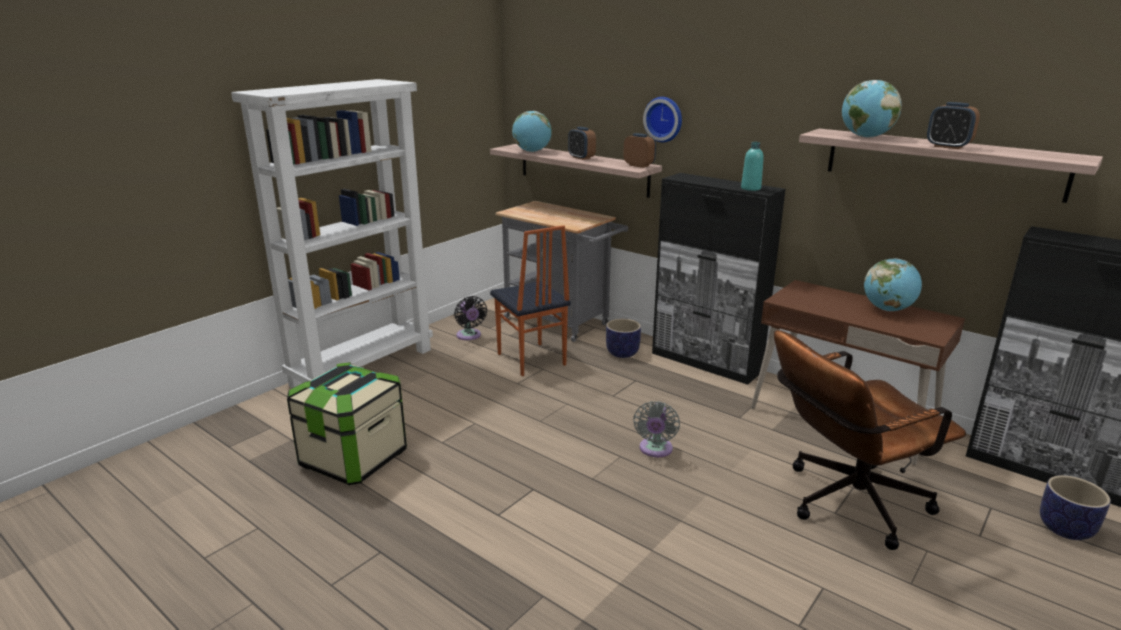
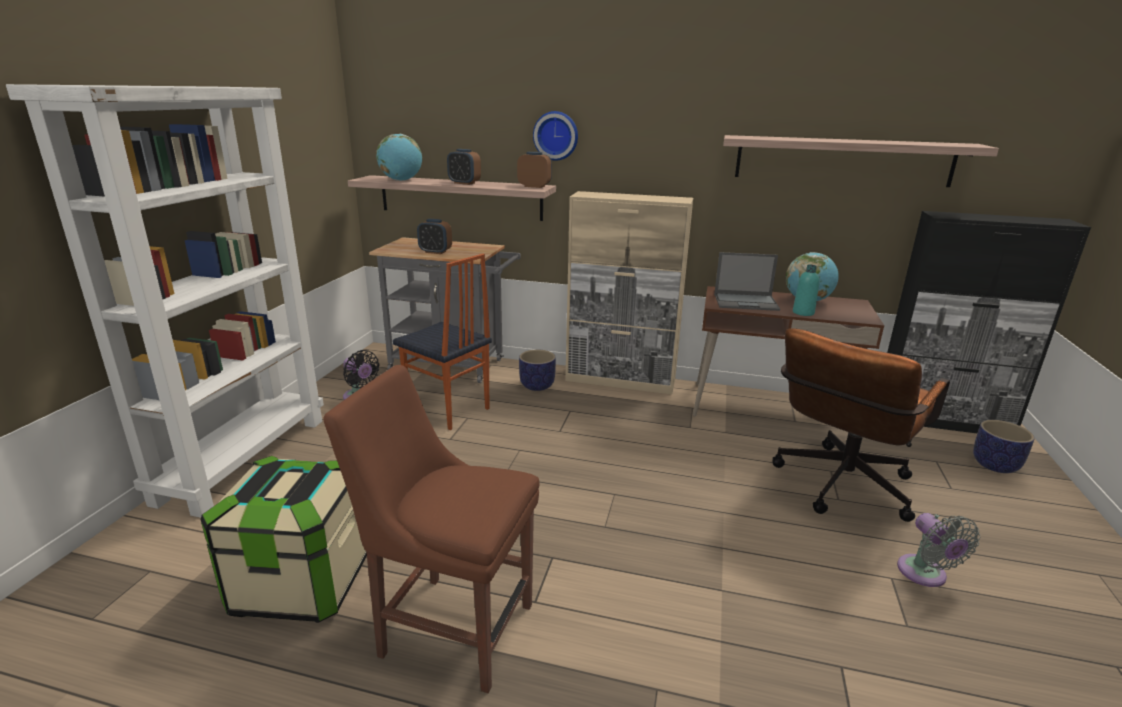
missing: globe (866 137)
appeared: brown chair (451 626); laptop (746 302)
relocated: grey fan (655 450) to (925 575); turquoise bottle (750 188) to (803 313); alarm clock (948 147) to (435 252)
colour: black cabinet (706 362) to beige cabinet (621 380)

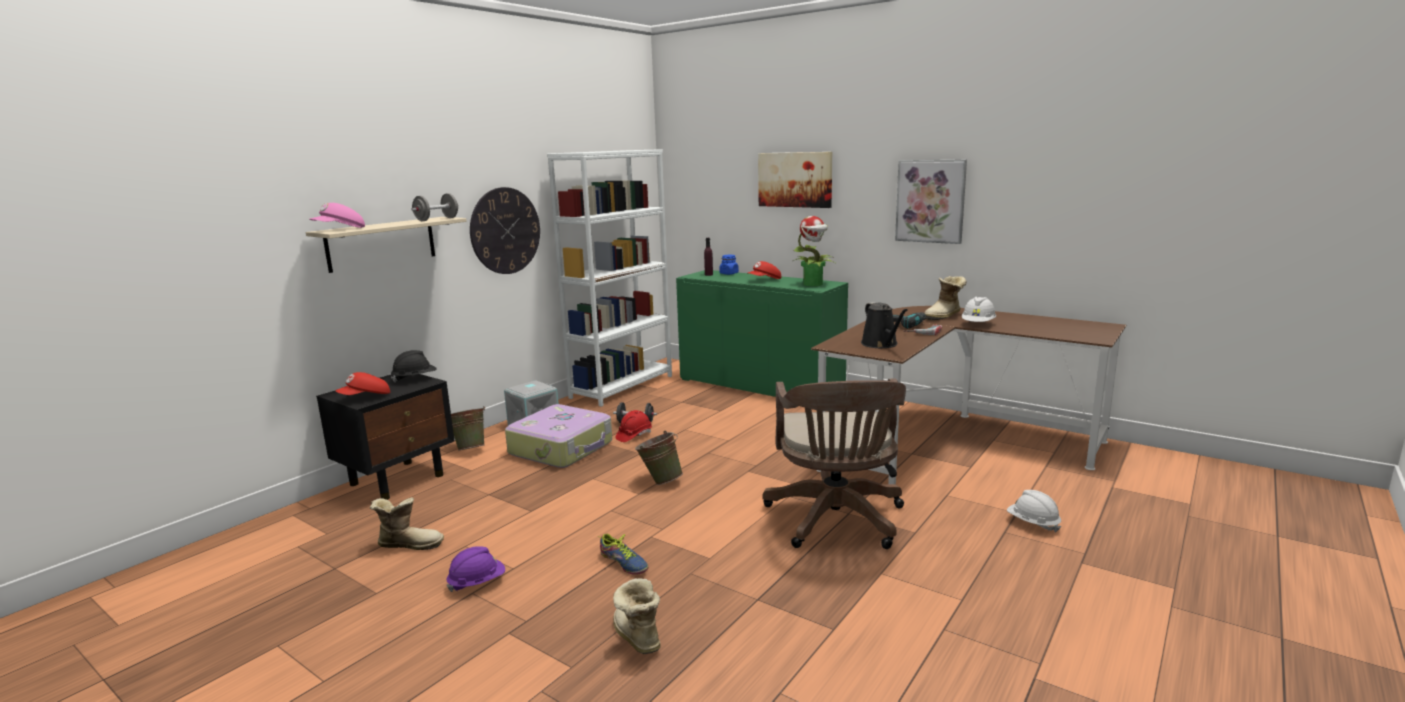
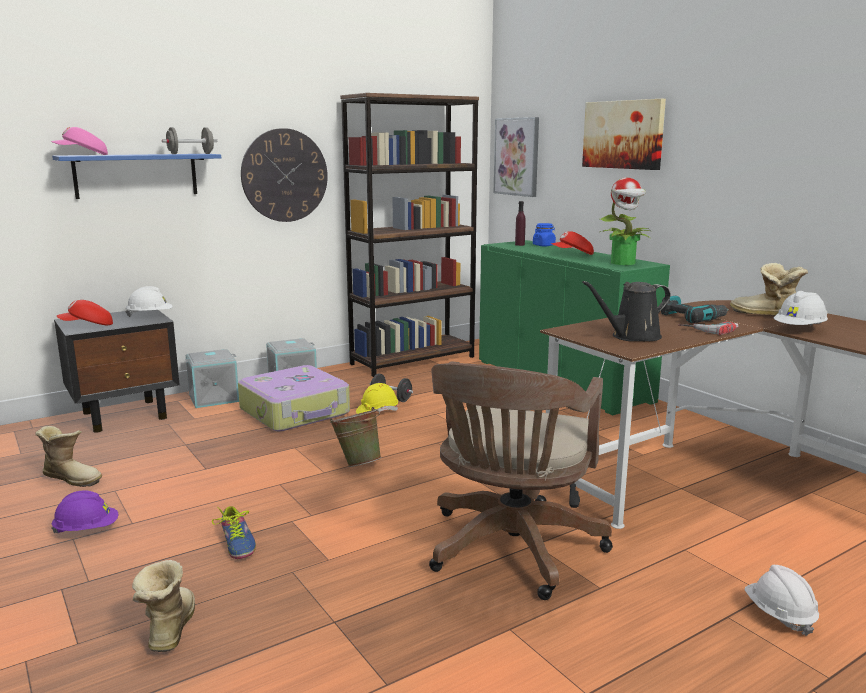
relocated: picture (930 201) to (517 156)
exchanged: green bucket (470 448) to grey storage box (214 397)
colour: beige shelf (381 244) to blue shelf (136 175); black hard hat (415 379) to white hard hat (150 316); white bookcase (622 386) to brown bookcase (413 360); red hard hat (634 435) to yellow hard hat (377 411)
spun: black watering can (881 344) = (632 336) 60 degrees clockwise; boot (944 316) = (765 315) 60 degrees clockwise

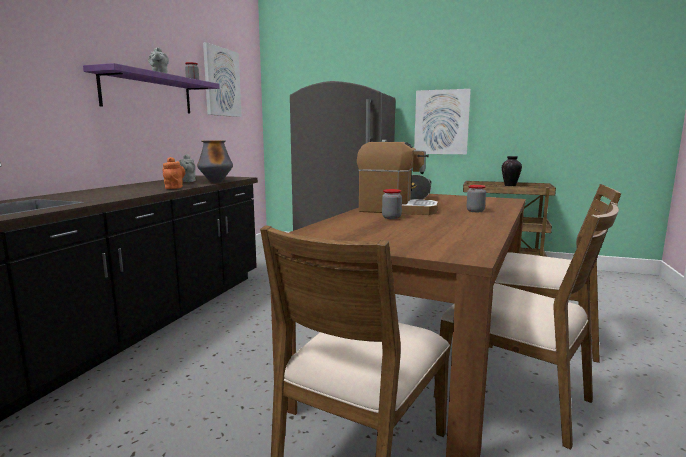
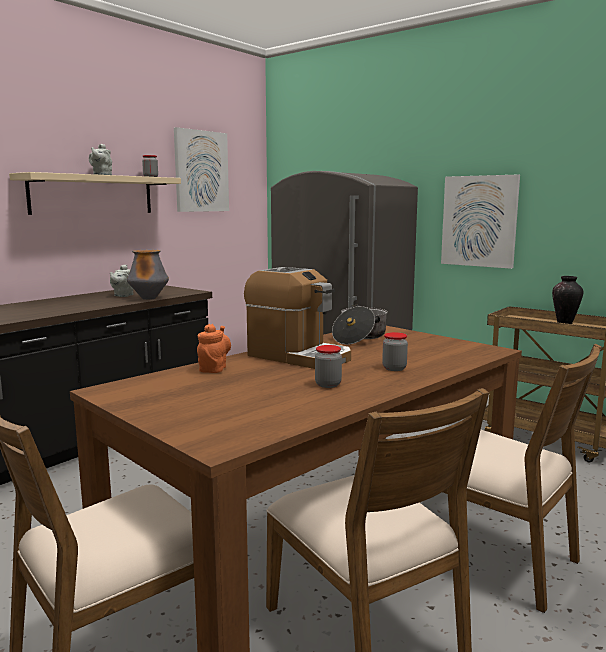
relocated: orange teapot (174 188) to (214 368); jar (391 217) to (328 384)
colour: purple shelf (148 93) to beige shelf (93 195)

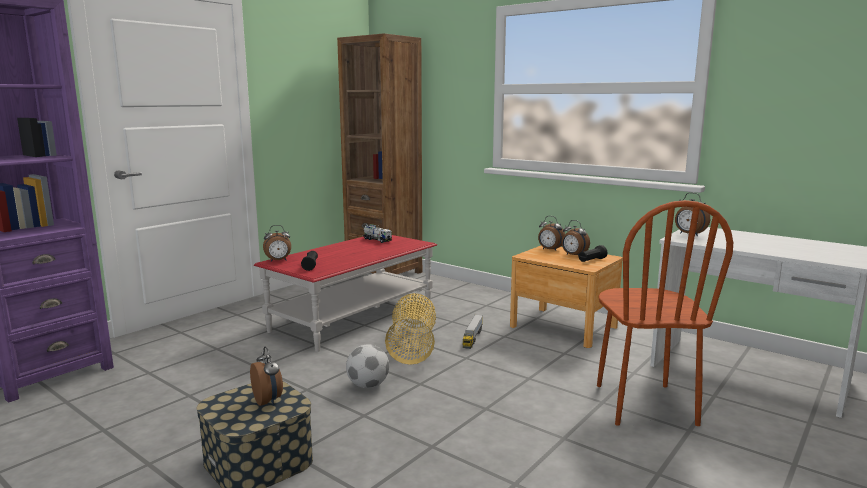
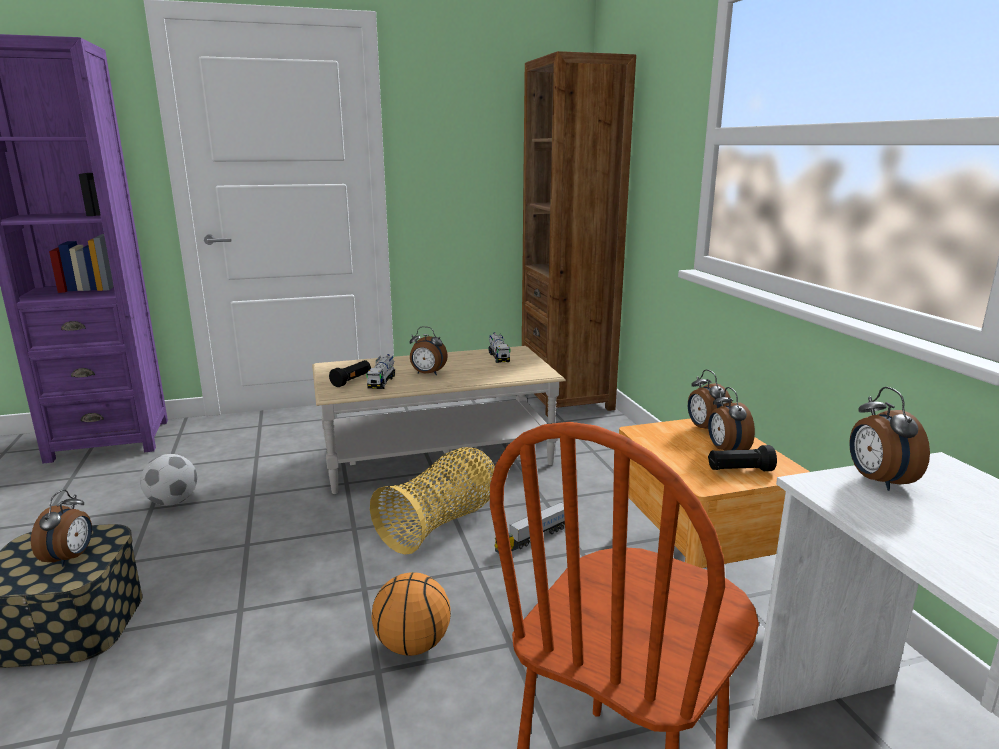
appeared: toy truck (382 382); basketball (413 646)
relocated: alarm clock (278 261) to (427 374); football (368 385) to (173 502)
colour: red coffee table (353 317) to beige coffee table (437 457)

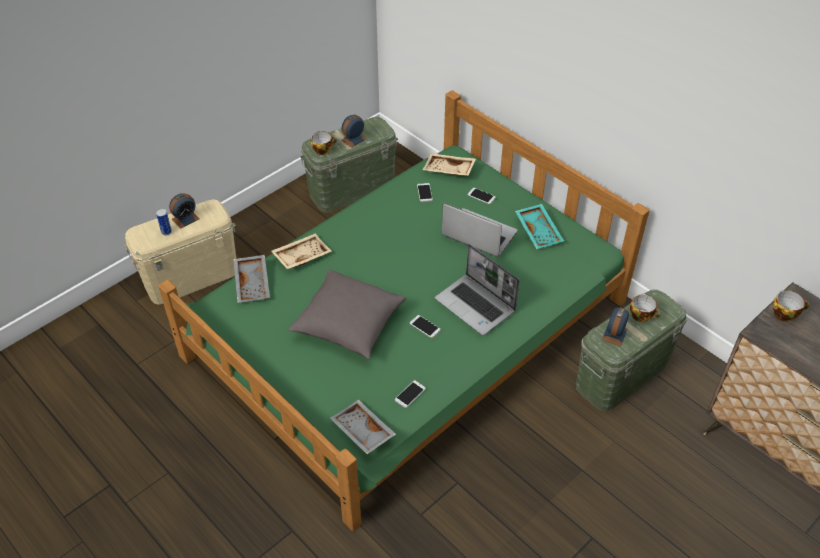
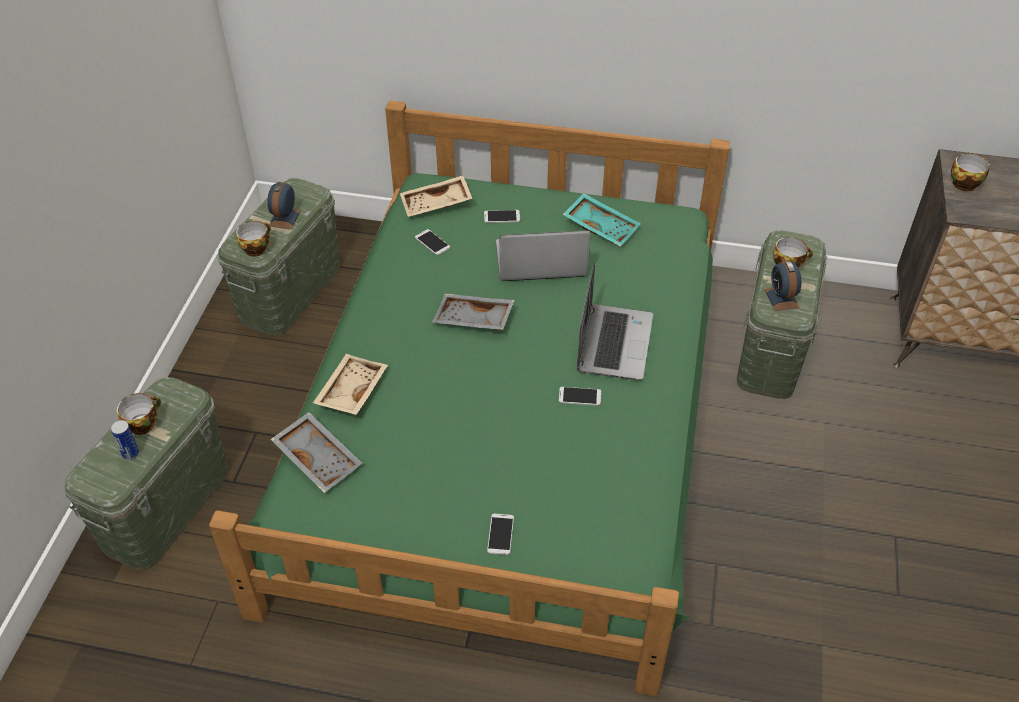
missing: grey pillow (348 325)
relocated: grey tray (361 432) to (473 320); phone (410 394) to (500 534)
exchanged: alarm clock (185 219) to cup (143 423)
colour: beige storage box (191 277) to green storage box (166 506)
spun: laptop (476 306) = (613 342) 90 degrees counterclockwise

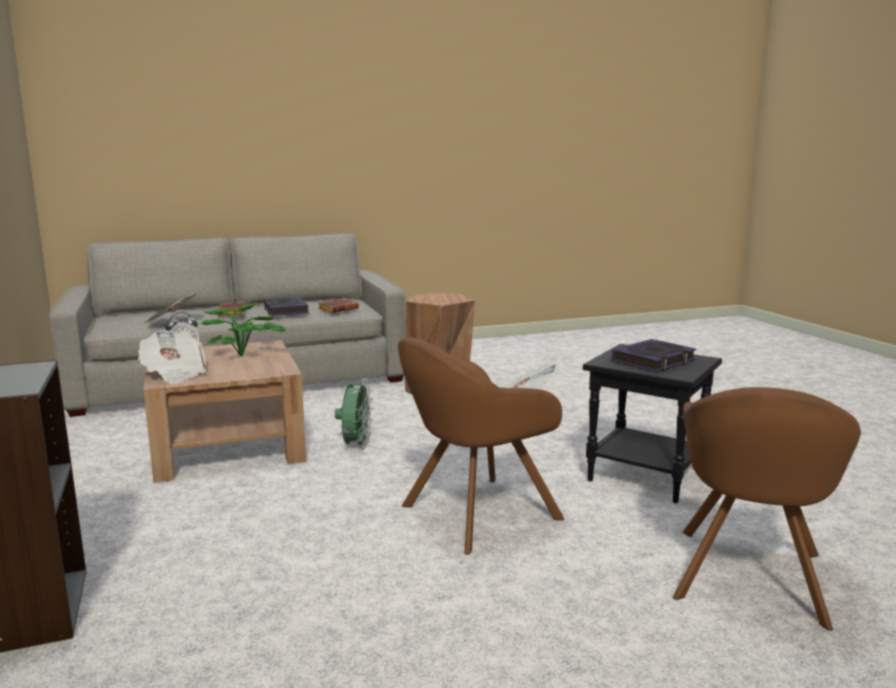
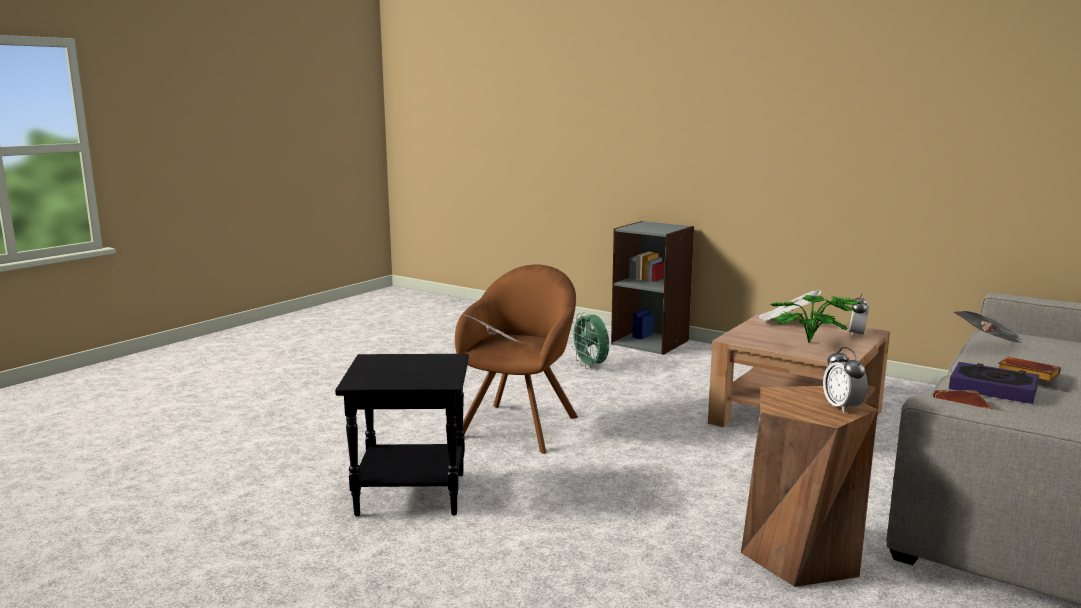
missing: book (653 361); brown armchair (748 580)
appeared: alarm clock (842 407)
relocated: green fan (356 446) to (590 366)

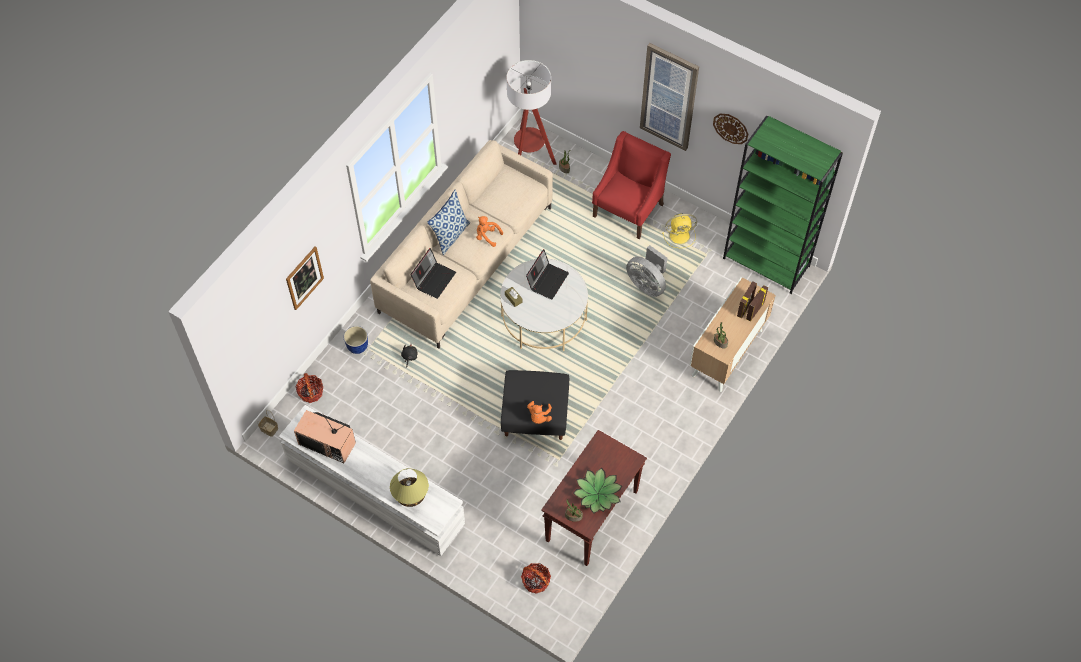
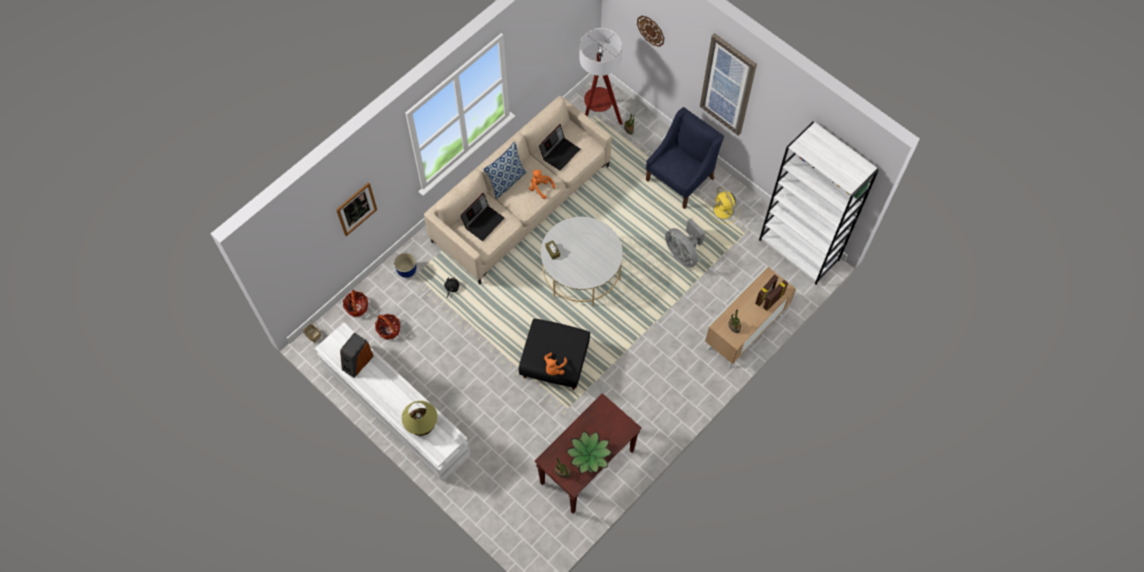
relocated: basket (535 581) to (389 329); laptop (547 280) to (560 152); wall clock (731 128) to (651 30)
exchanged: television (328 443) to speaker (357 362)
colour: red armchair (629 209) to blue armchair (680 178); green bookcase (767 262) to white bookcase (799 250)
spun: yellow fan (680 235) = (723 211) 60 degrees clockwise

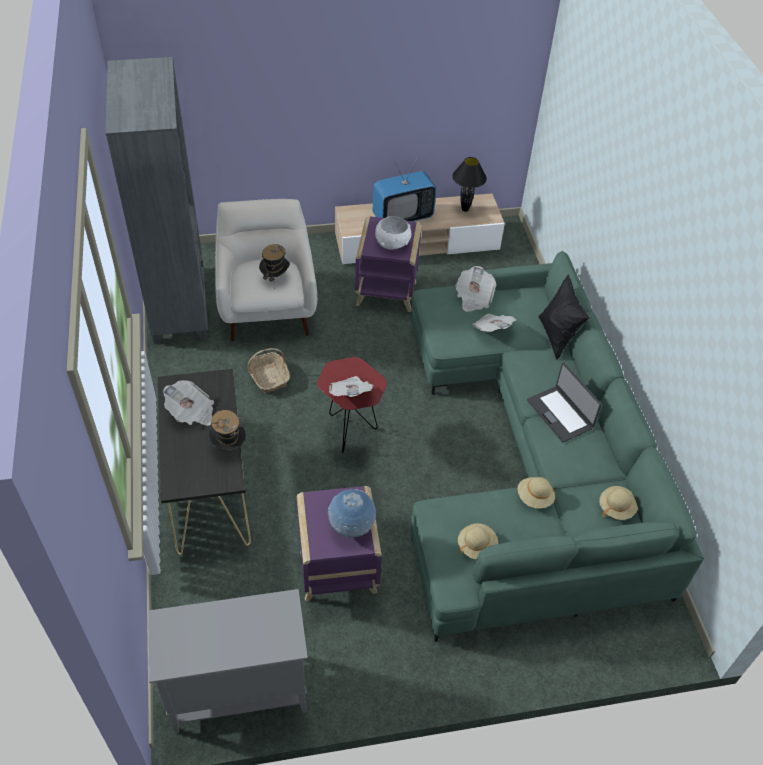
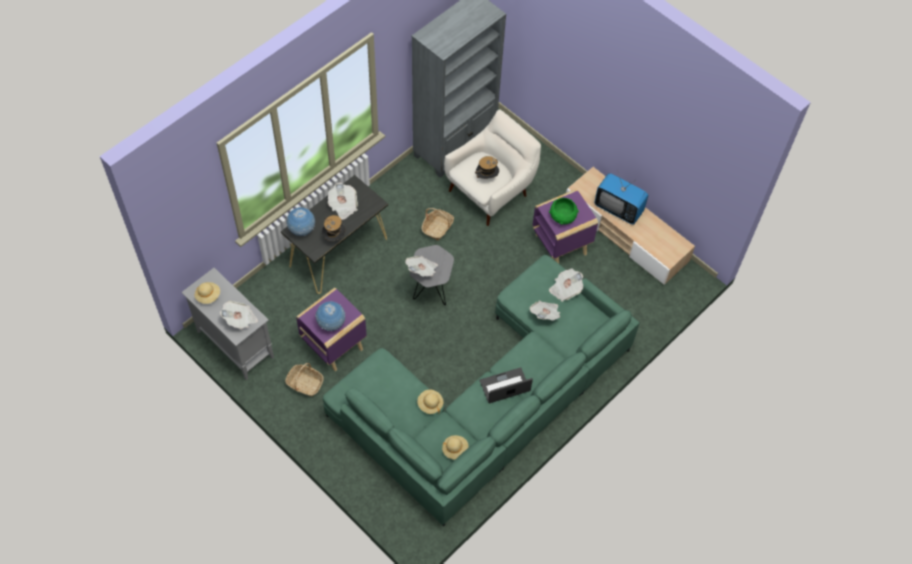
missing: black table lamp (464 209); black pillow (557 337)
appeared: newspaper (240 319); basket (305 383); globe (302 230)
relocated: beige hat (476 546) to (208 296)
colour: red side table (351 433) to grey side table (431 294); white bowl (392 244) to green bowl (562 217)
spun: laptop (560 414) = (505 386) 45 degrees clockwise

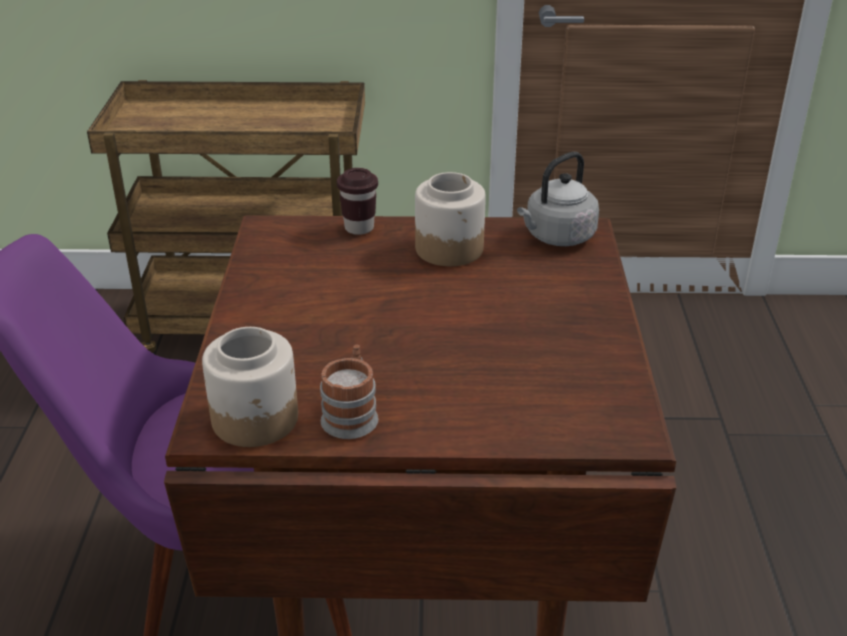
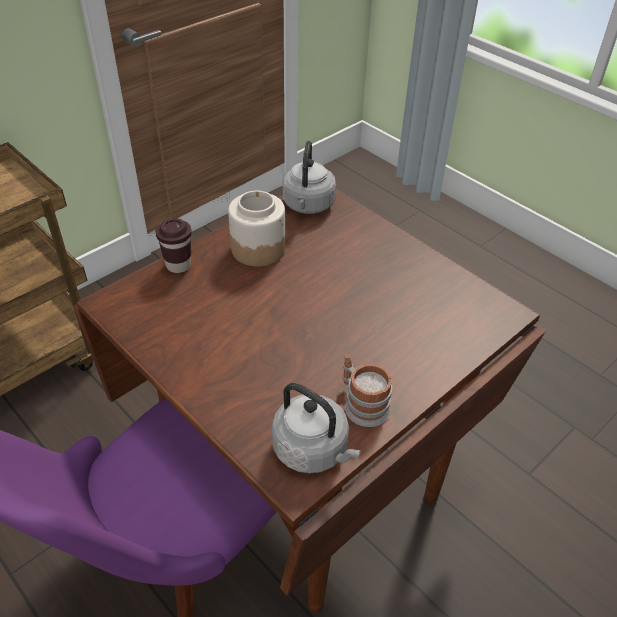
exchanged: jar (256 419) to grey kettle (313 450)

